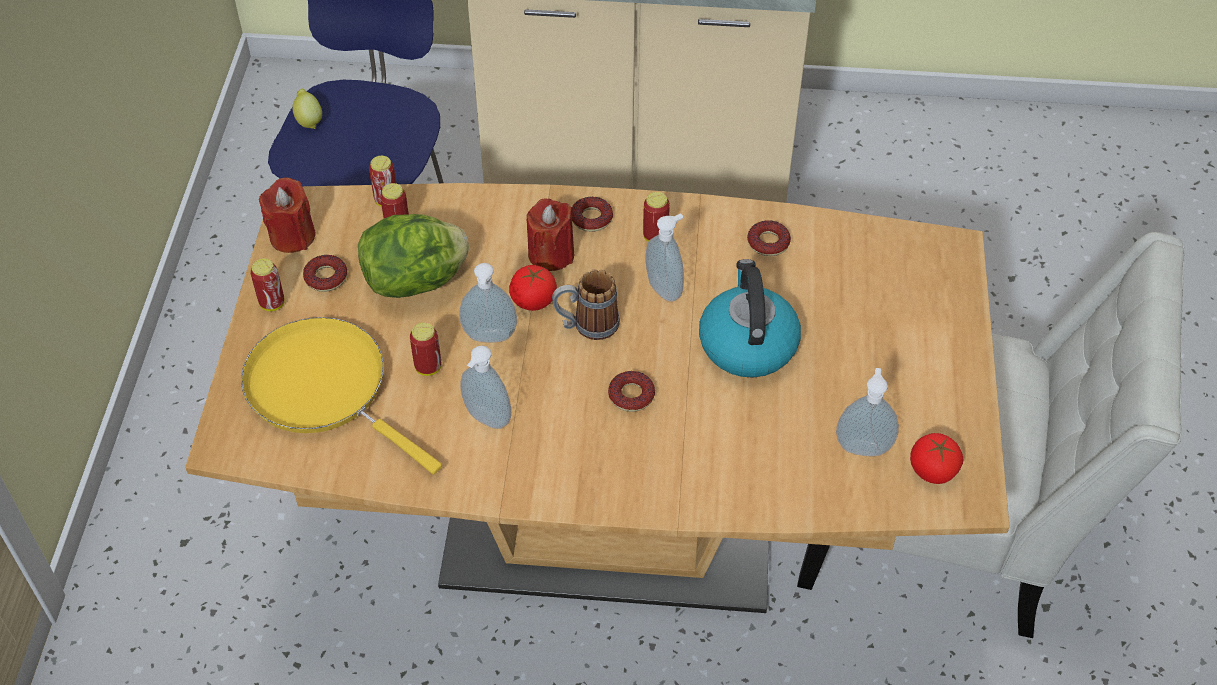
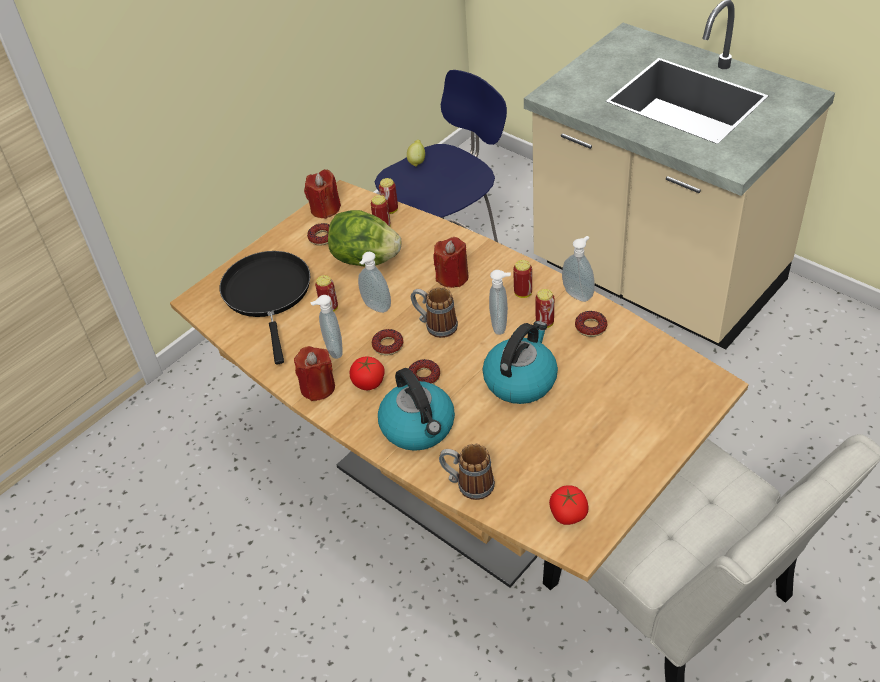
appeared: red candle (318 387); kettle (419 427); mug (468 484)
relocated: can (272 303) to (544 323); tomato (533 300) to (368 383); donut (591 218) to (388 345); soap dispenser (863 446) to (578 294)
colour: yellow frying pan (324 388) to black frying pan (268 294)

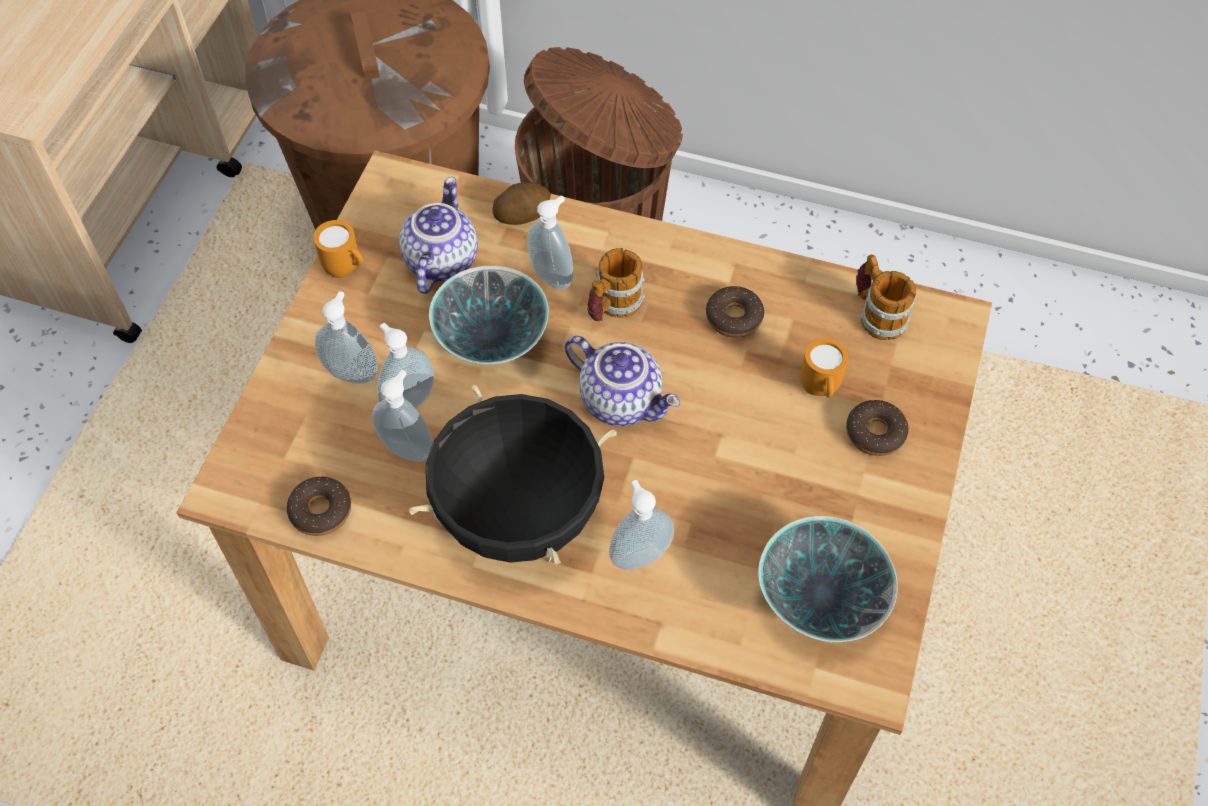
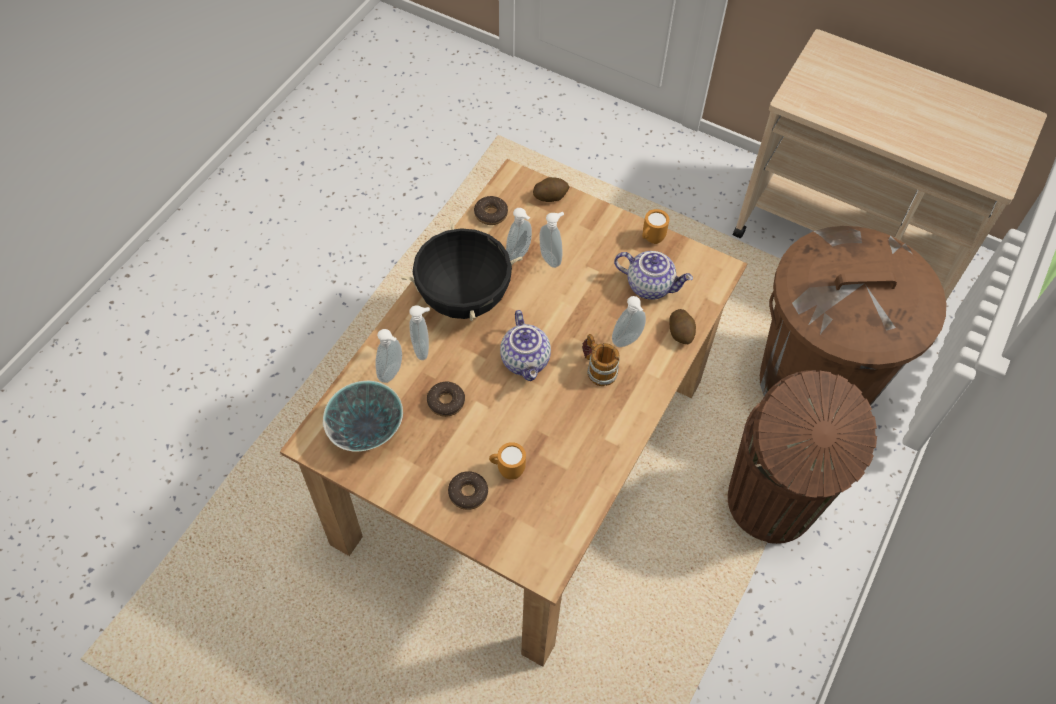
missing: bowl (492 343); mug (877 314)
appeared: potato (550 196)
relocated: soap dispenser (353 372) to (392 373); donut (734 317) to (446 402)
spun: teapot (622 400) = (526 361) 60 degrees counterclockwise

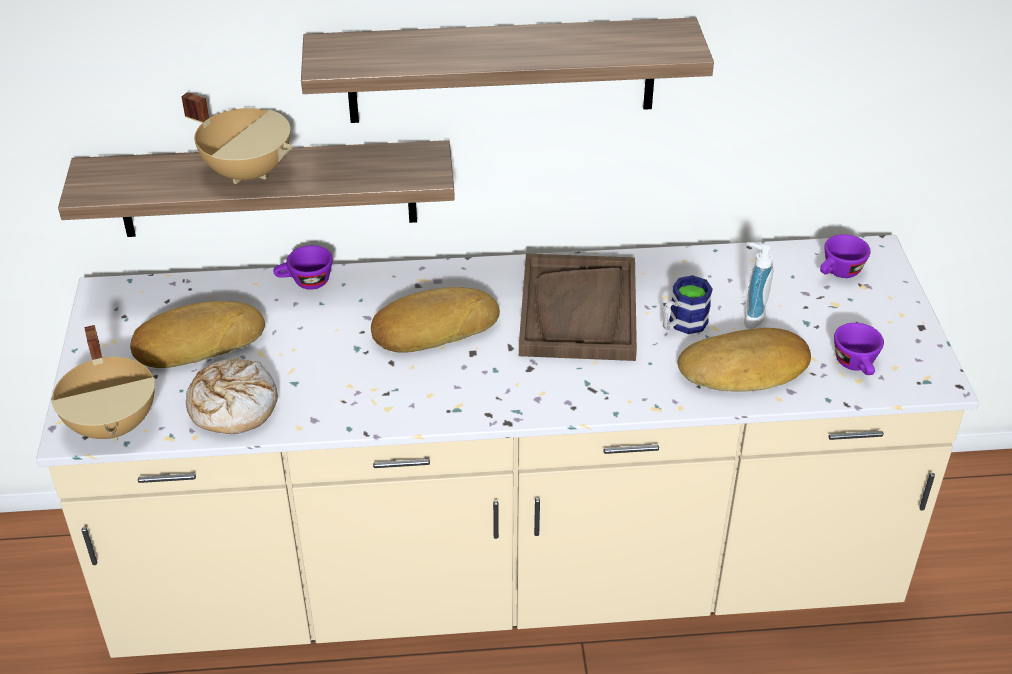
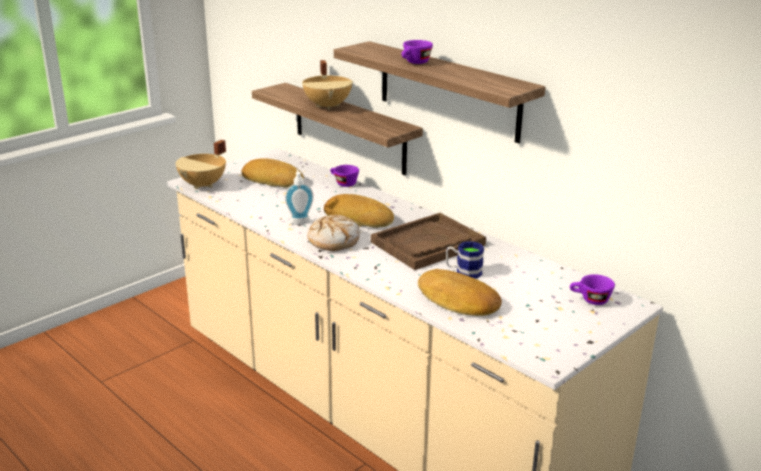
relocated: bread (232 406) to (334 240); soap dispenser (750 316) to (299 221); purple cup (857 366) to (415 63)

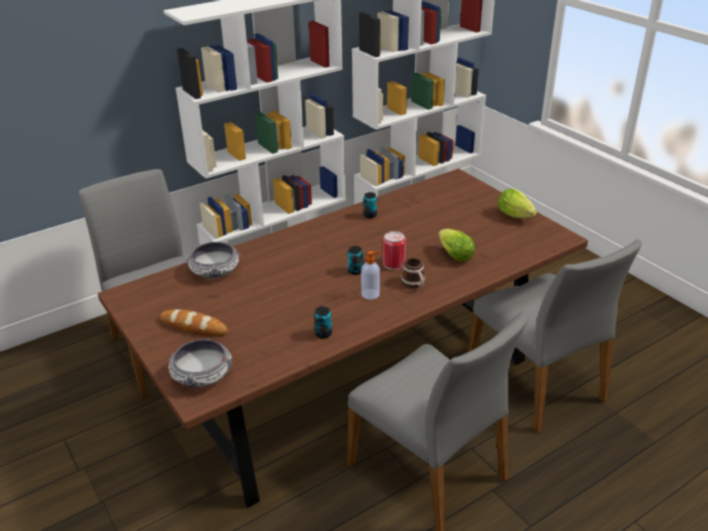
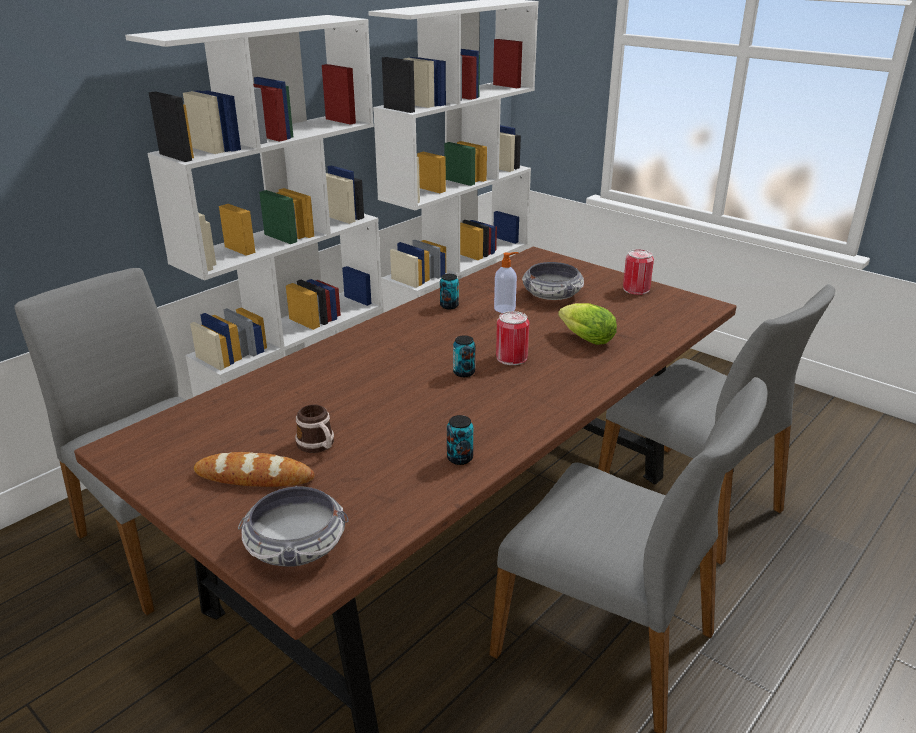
relocated: bowl (215 270) to (552 295); soap dispenser (371 294) to (505 308); mug (414 284) to (318 446)
exchanged: lettuce (516 216) to can (636 289)

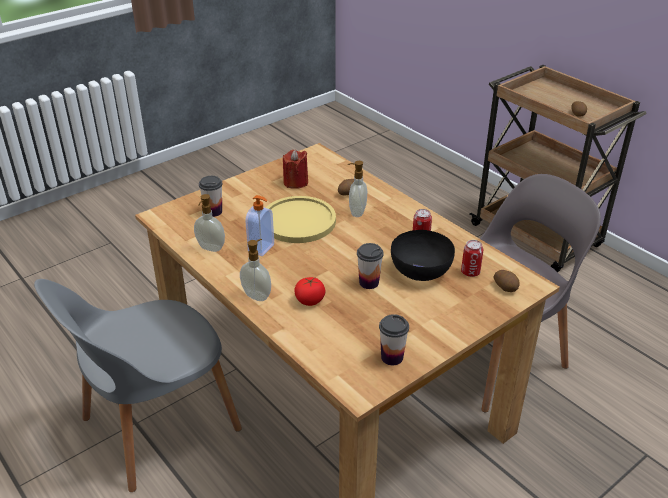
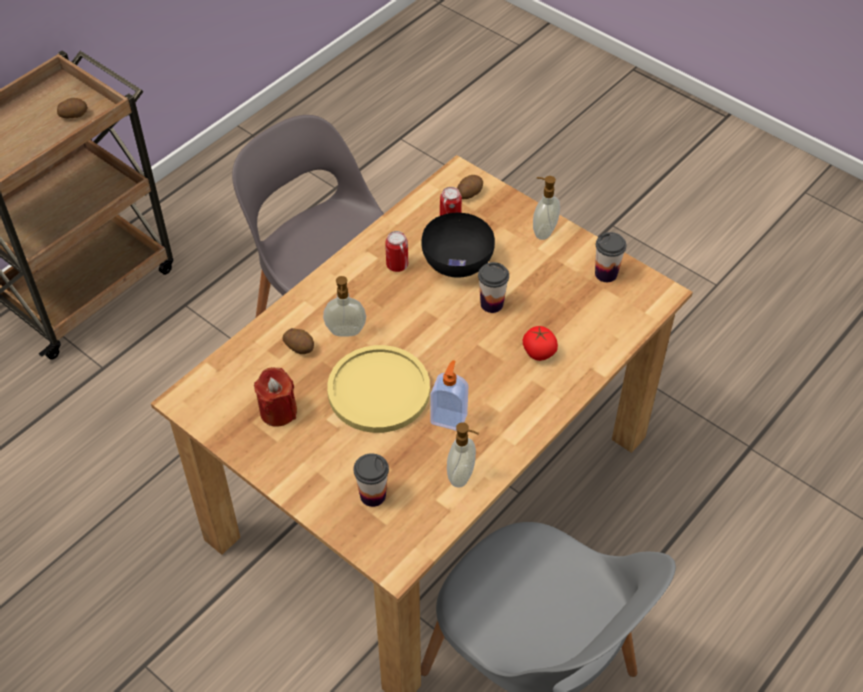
relocated: soap dispenser (257 295) to (543 231)

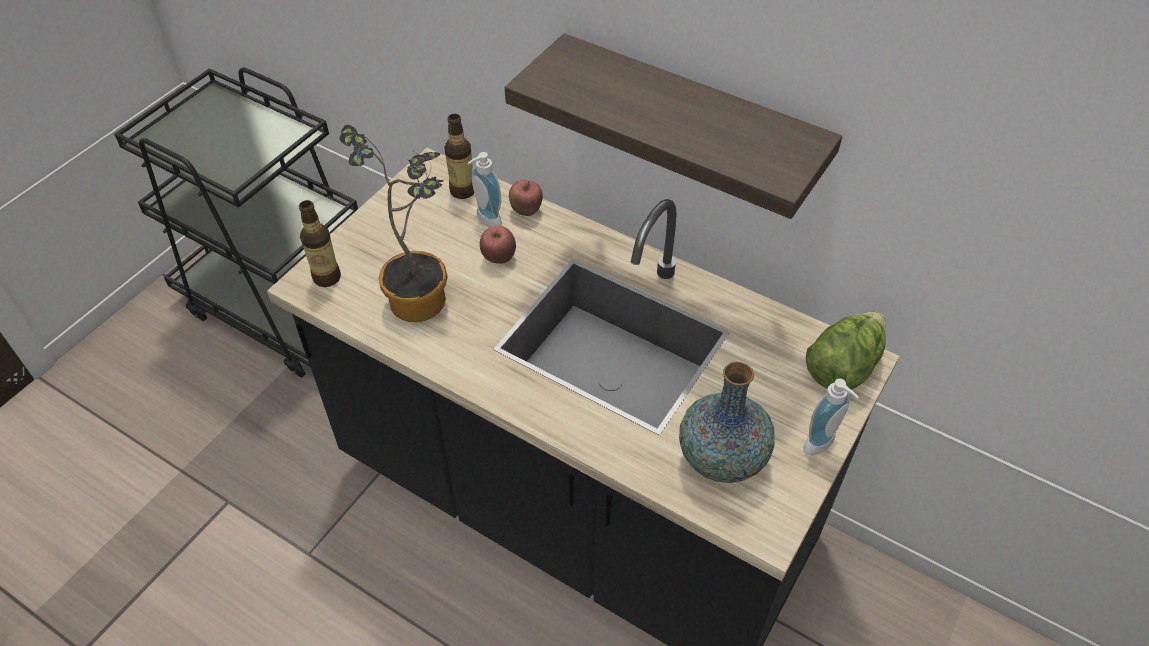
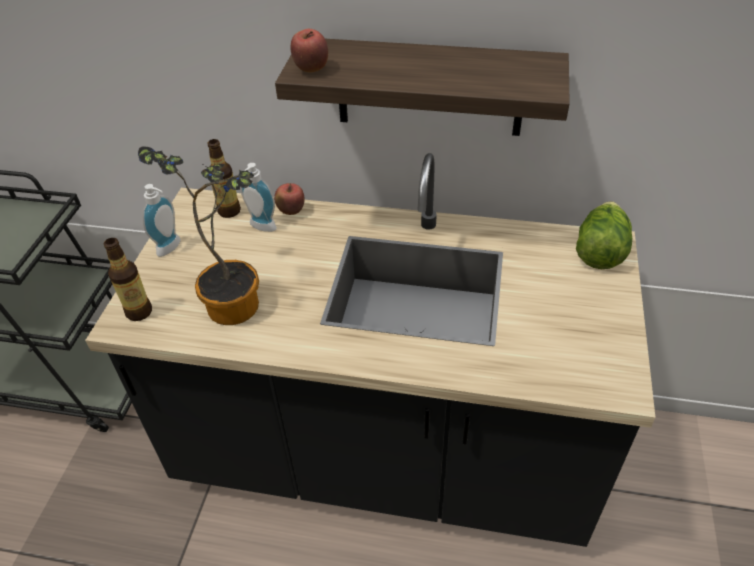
missing: vase (722 457)
relocated: apple (499 258) to (311 69); soap dispenser (822 445) to (171 248)

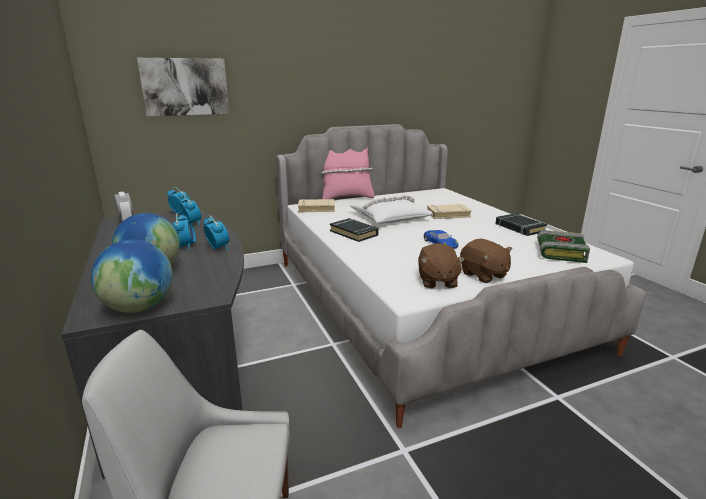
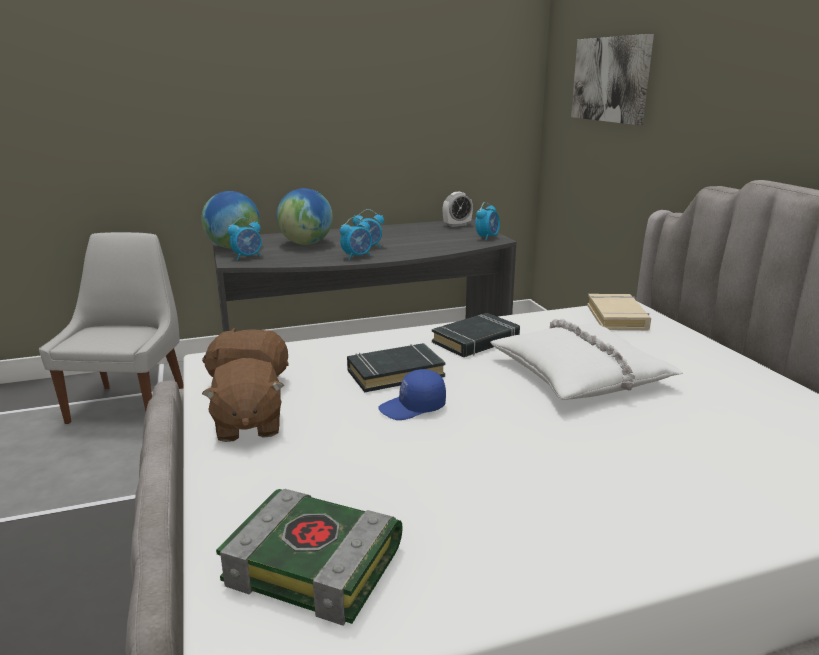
missing: pink pillow (346 198); beige book (448 214)
relocated: alarm clock (192 223) to (248 257); black book (519 228) to (395 373)
exchanged: blue toy car (440 243) to blue cap (413 408)
spun: brown plush toy (483 275) = (247 425) 75 degrees counterclockwise

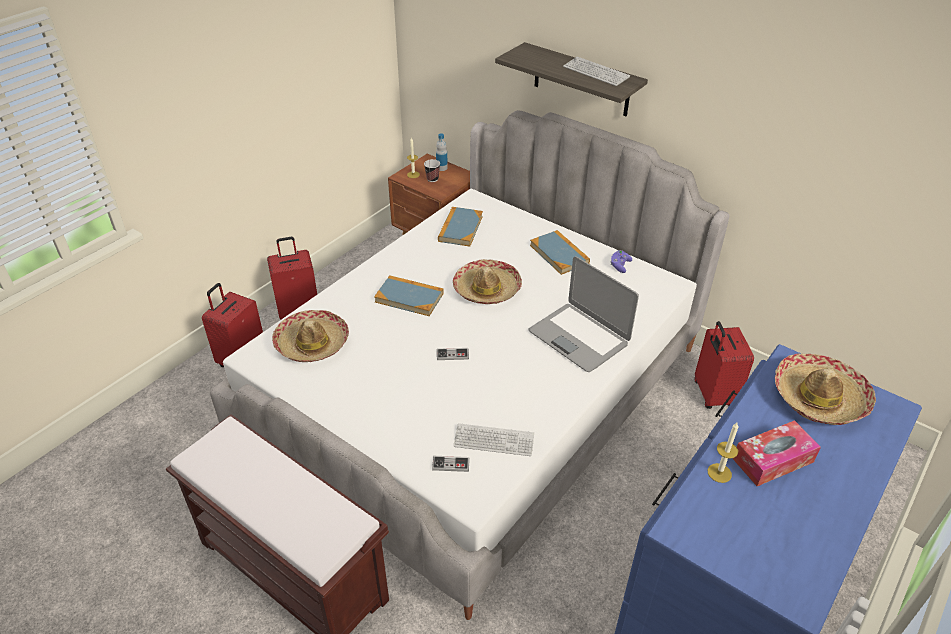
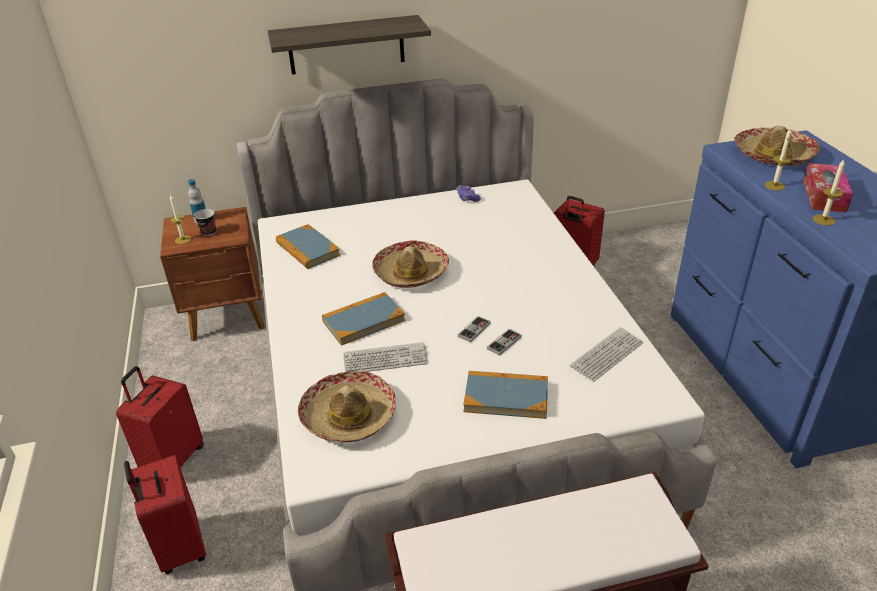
missing: laptop (579 337)
appeared: candle (774 185)
relocated: game controller (451 464) to (504 343); book (559 254) to (506 397); keyboard (596 72) to (385 359)

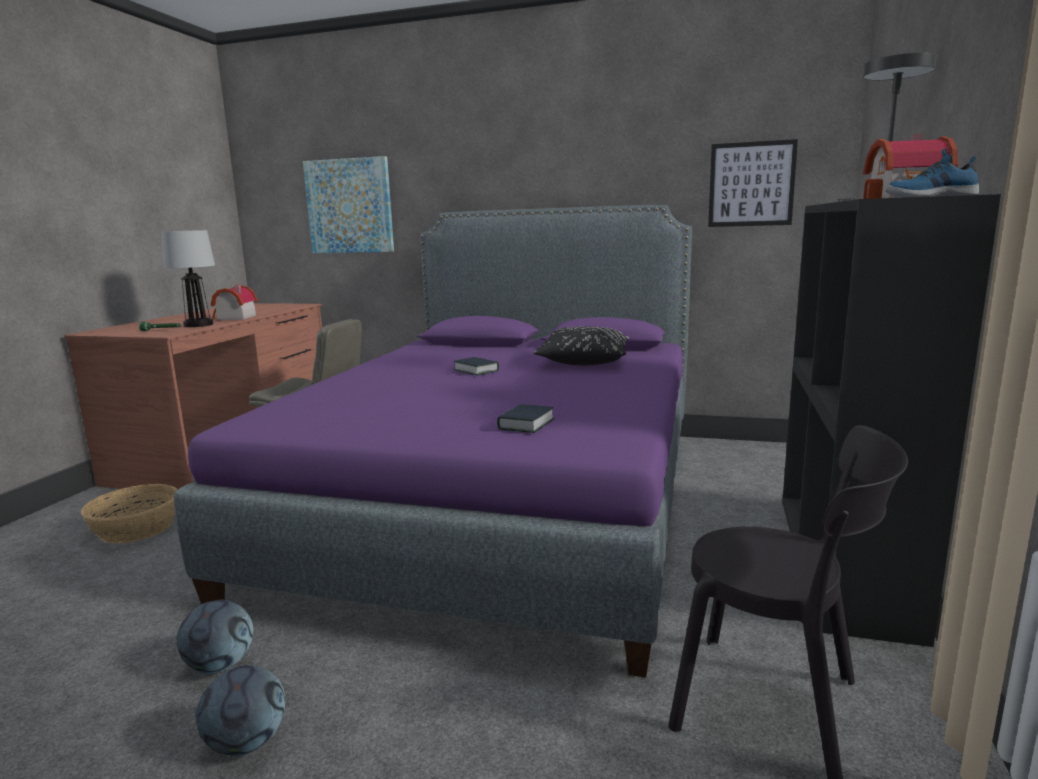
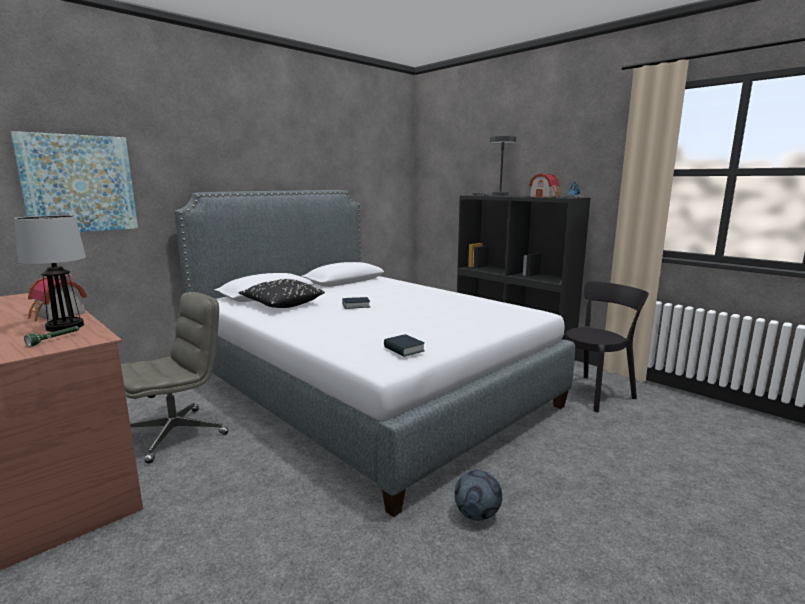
missing: basket (137 528); football (247 744); picture (751 184)
relocated: book (526 424) to (404 349); black pillow (583 361) to (282 304)
colour: purple bed (501 501) to grey bed (367 390)

